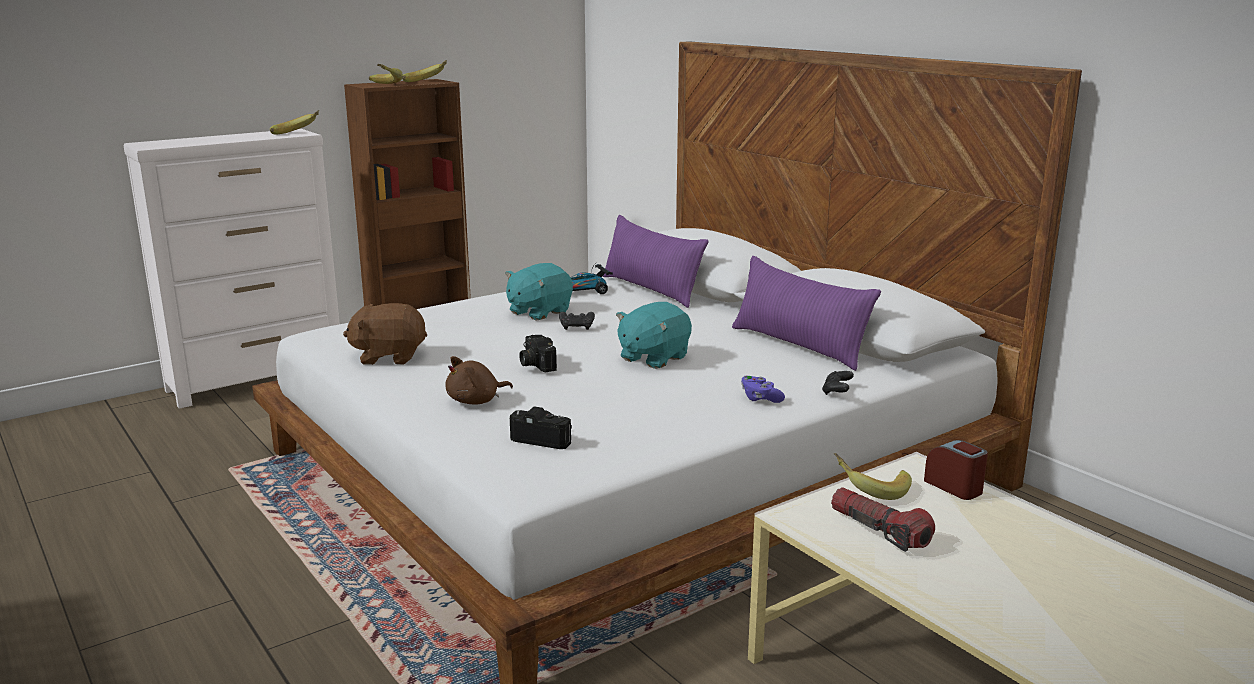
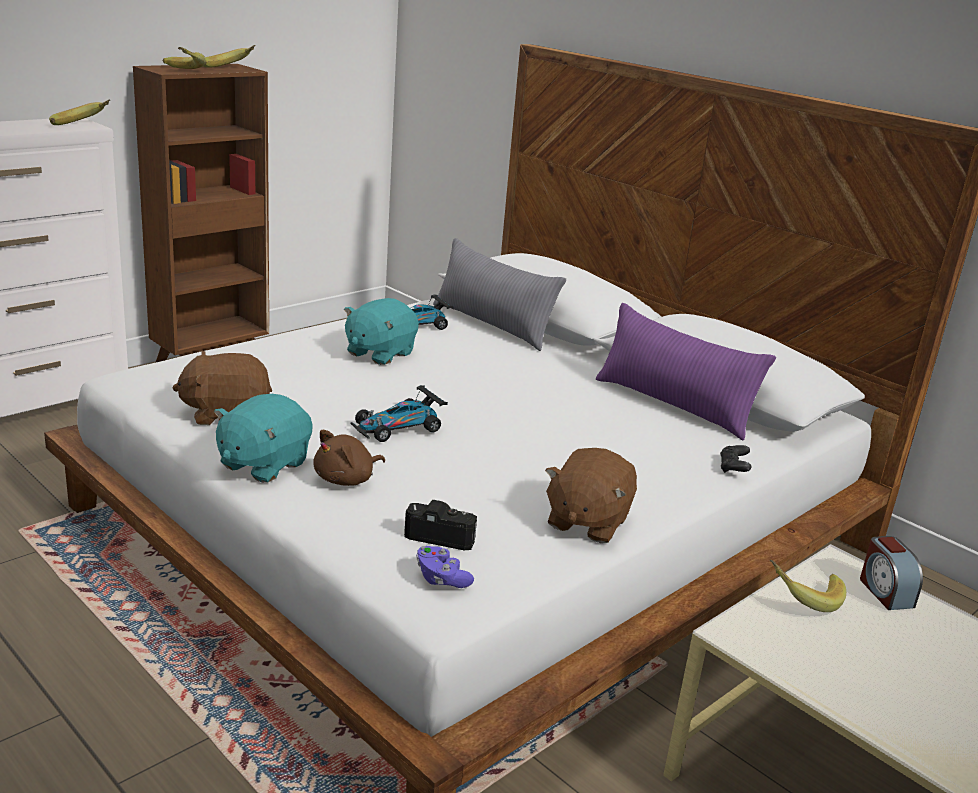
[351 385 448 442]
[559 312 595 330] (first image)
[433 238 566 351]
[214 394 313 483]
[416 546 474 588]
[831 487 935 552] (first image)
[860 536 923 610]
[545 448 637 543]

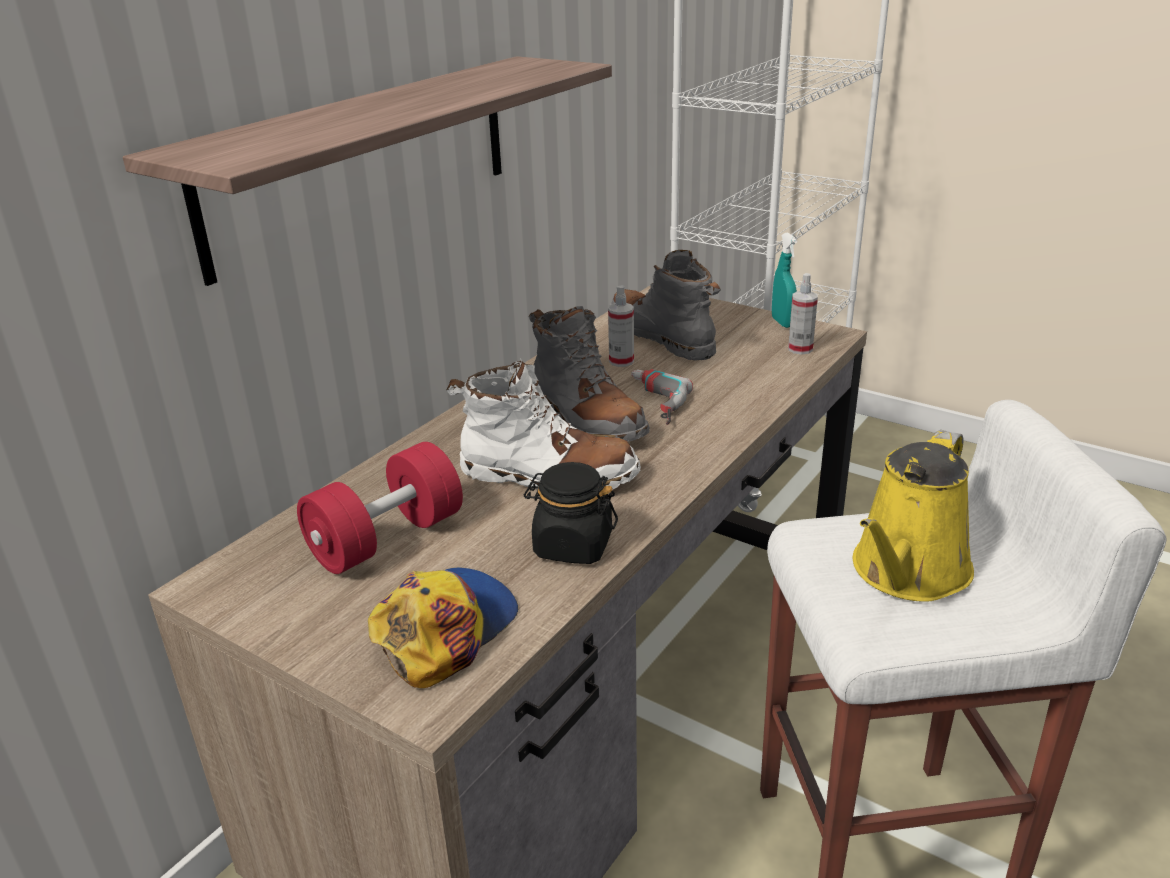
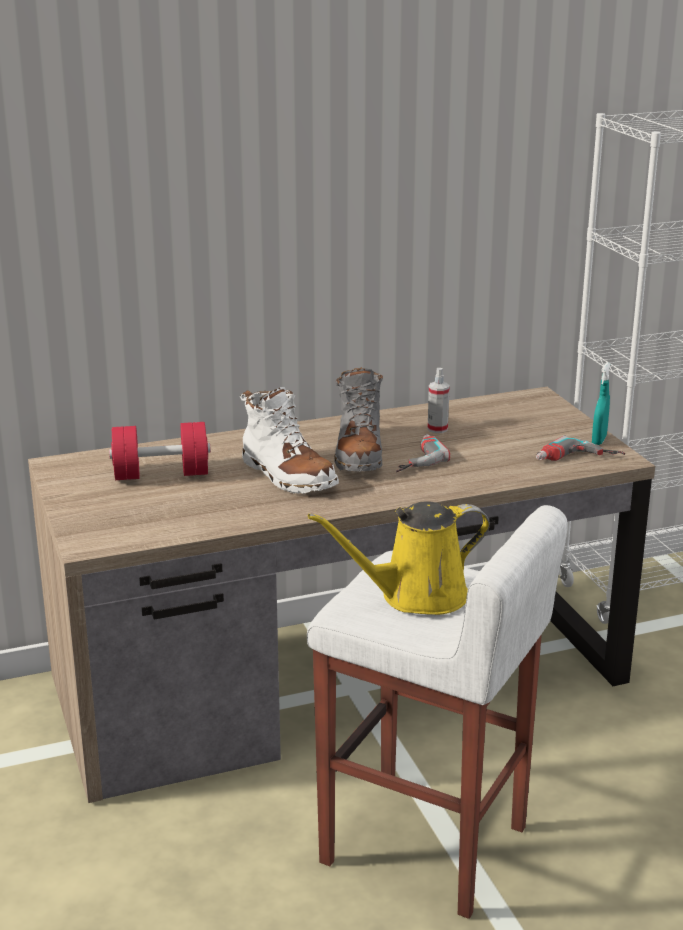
[123 56 612 286] (first image)
[368 567 518 688] (first image)
[524 462 618 564] (first image)
[609 250 721 361] (first image)
[536 435 625 461]

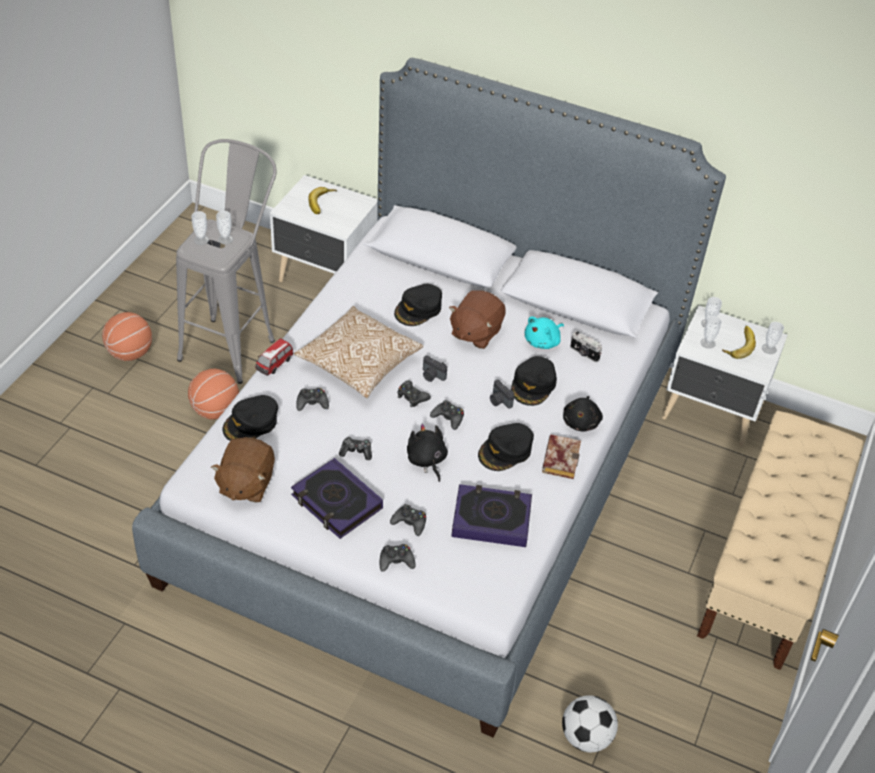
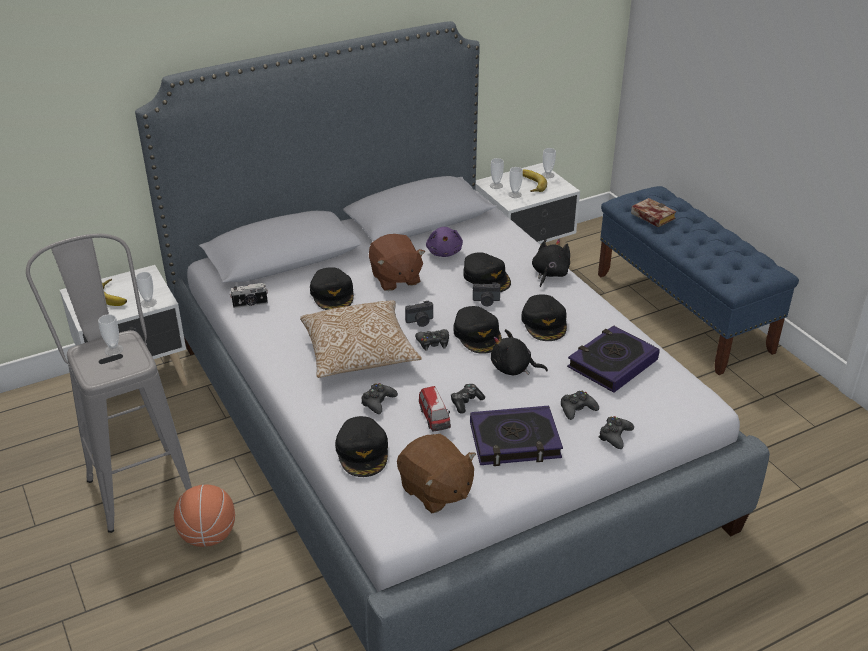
[102 312 152 361] (first image)
[136 272 157 308]
[419 386 451 432]
[454 306 502 354]
[426 227 463 257]
[631 198 676 227]
[562 695 618 752] (first image)
[532 239 570 287]
[230 283 268 308]
[598 186 799 375]

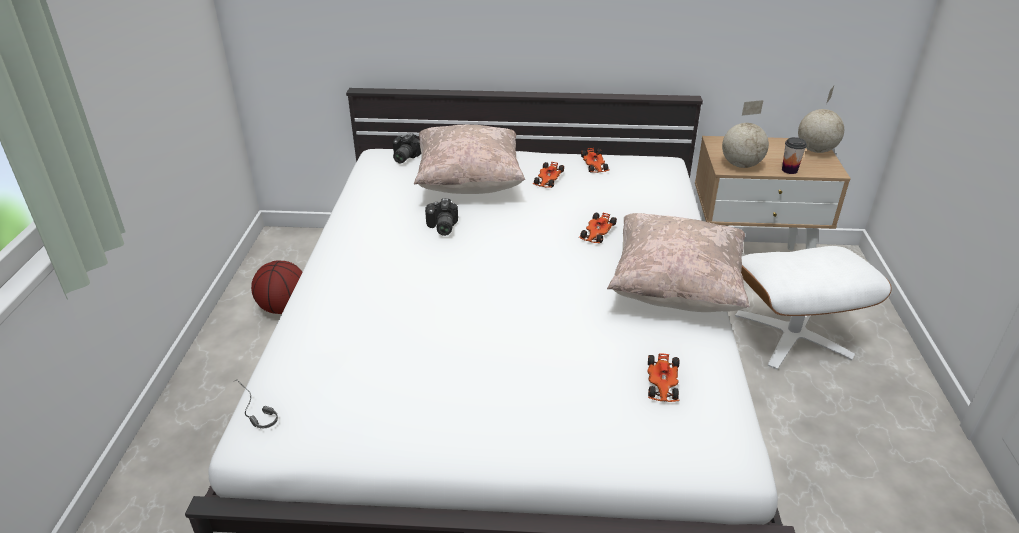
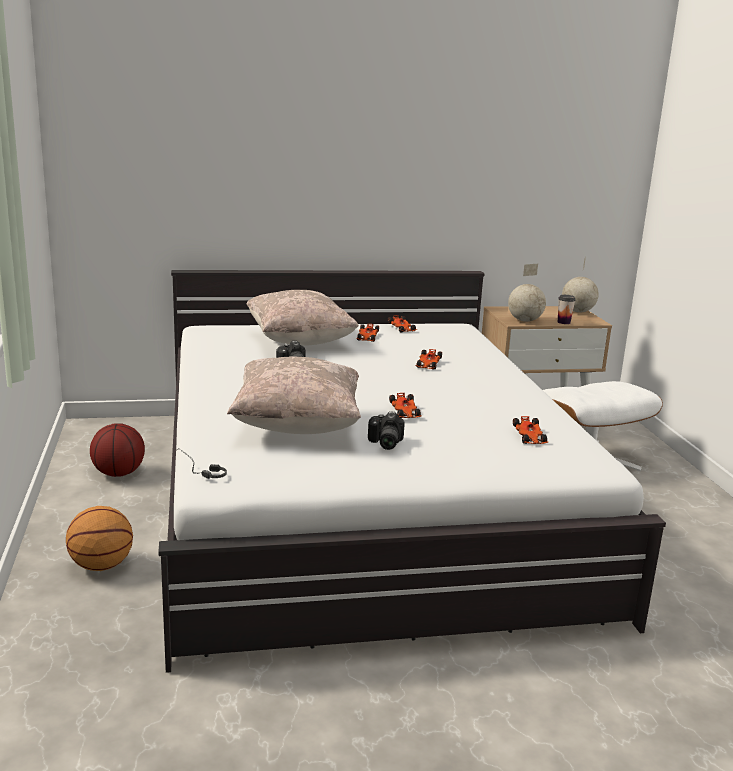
[368 411 405 450]
[227 357 361 434]
[66 506 133 571]
[389 393 422 418]

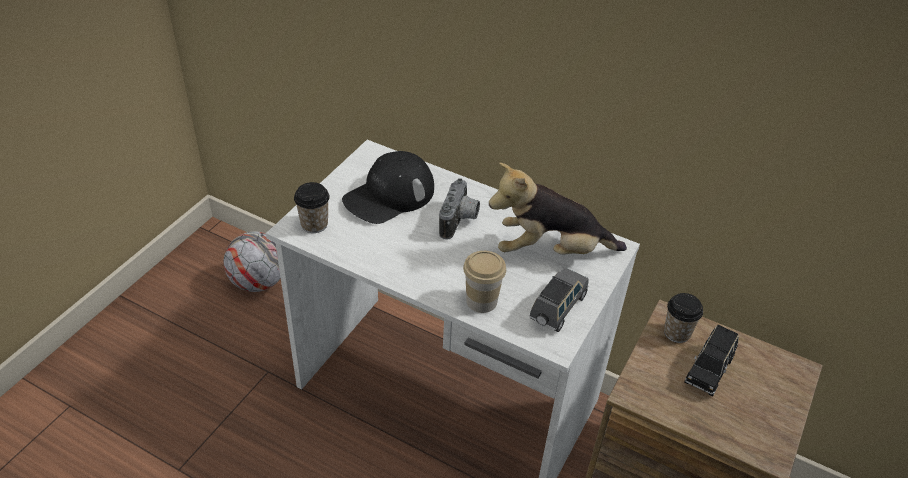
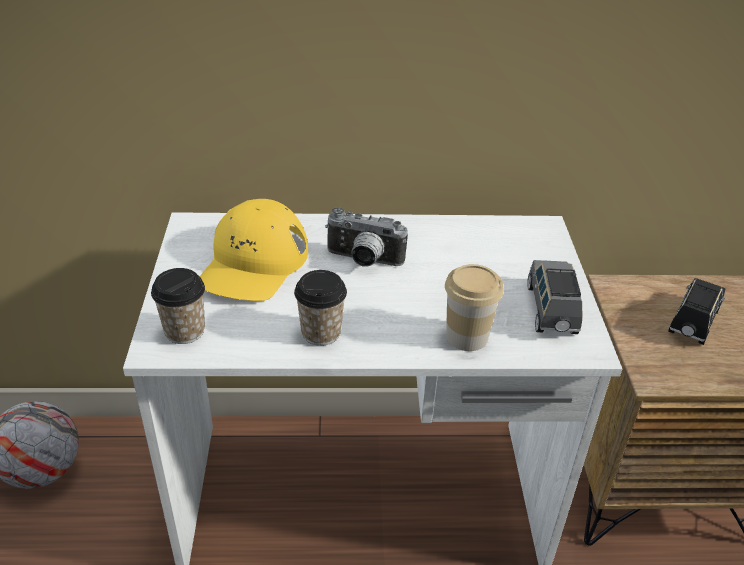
[200 199 308 301]
[325 207 408 267]
[489 163 627 255] (first image)
[294 270 347 346]
[668 278 725 345]

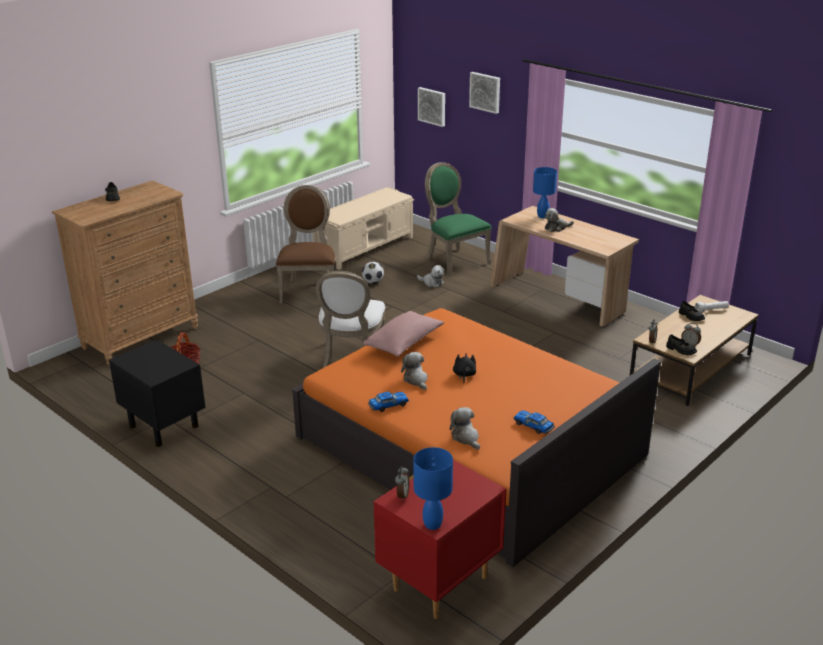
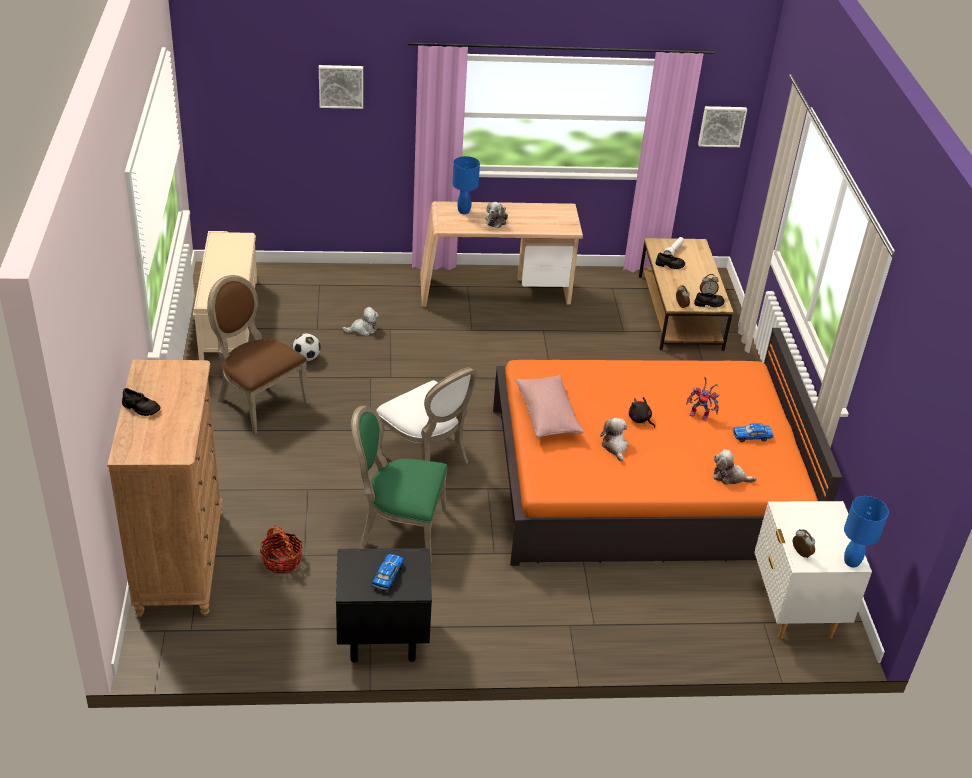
[372 554 404 591]
[754 501 872 639]
[600 418 628 462]
[698 106 747 147]
[351 405 447 564]
[686 377 719 421]

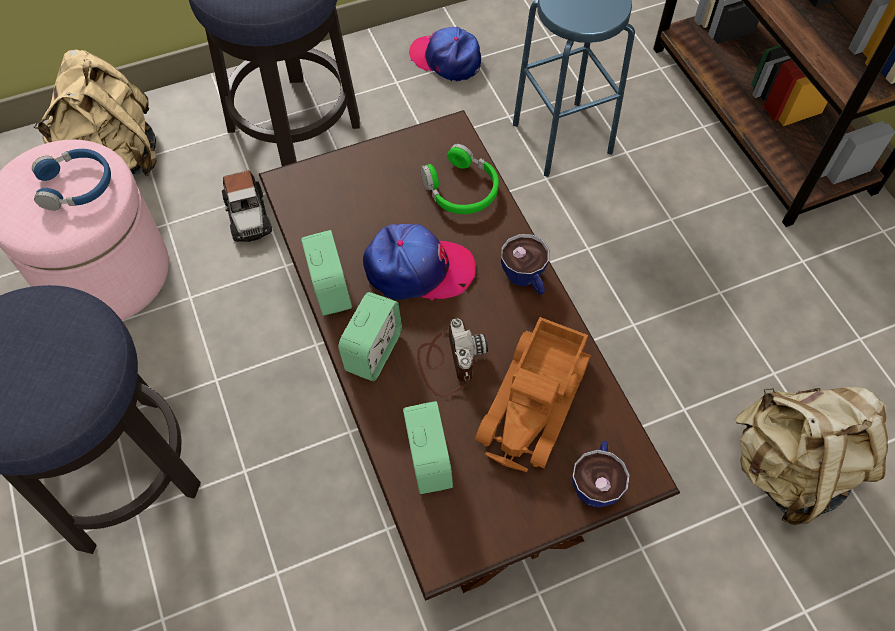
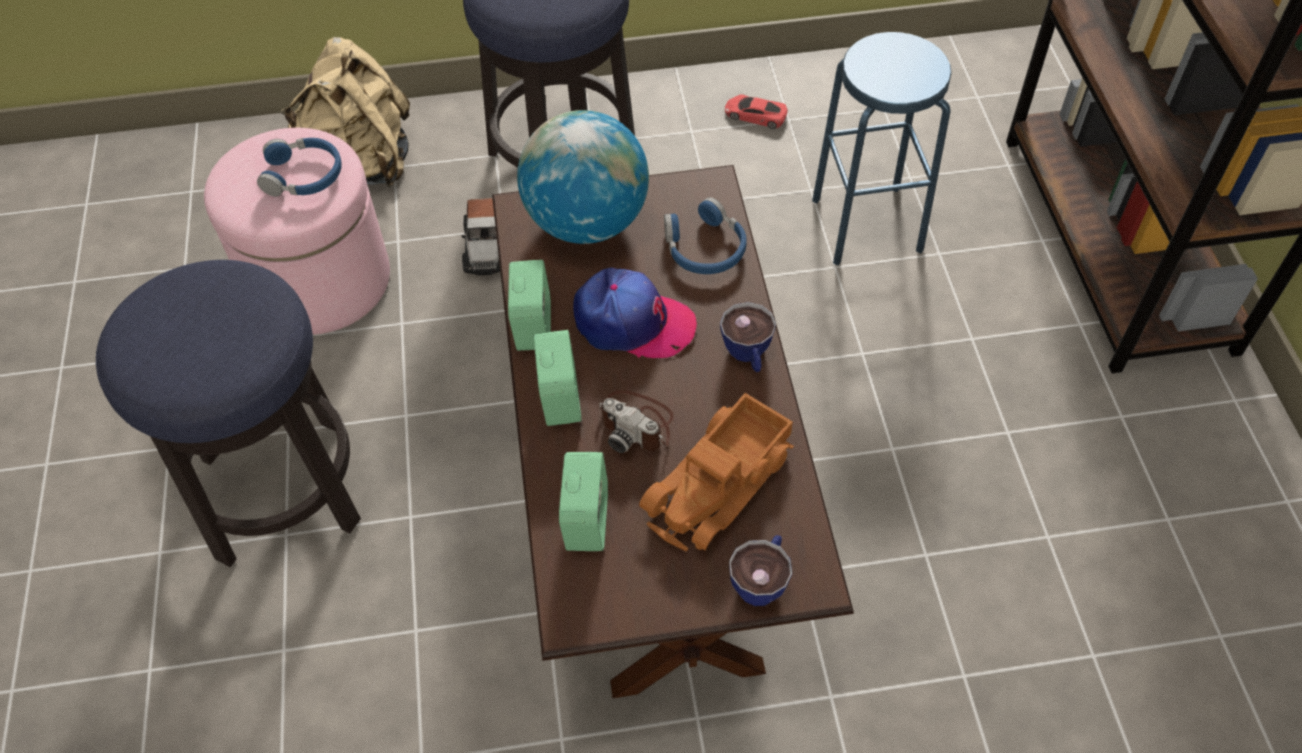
[533 330 582 426]
[725 94 787 129]
[597 390 674 453]
[664 197 747 274]
[735 387 888 525] (first image)
[517 110 649 244]

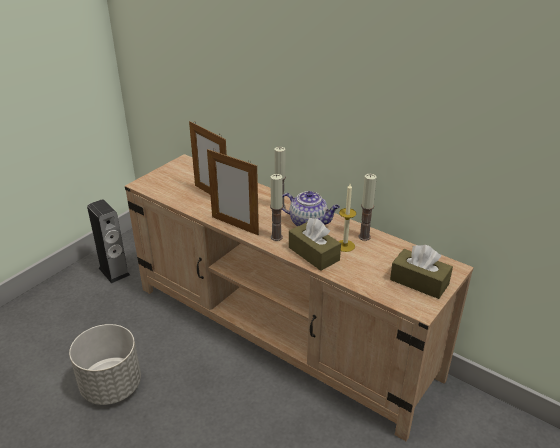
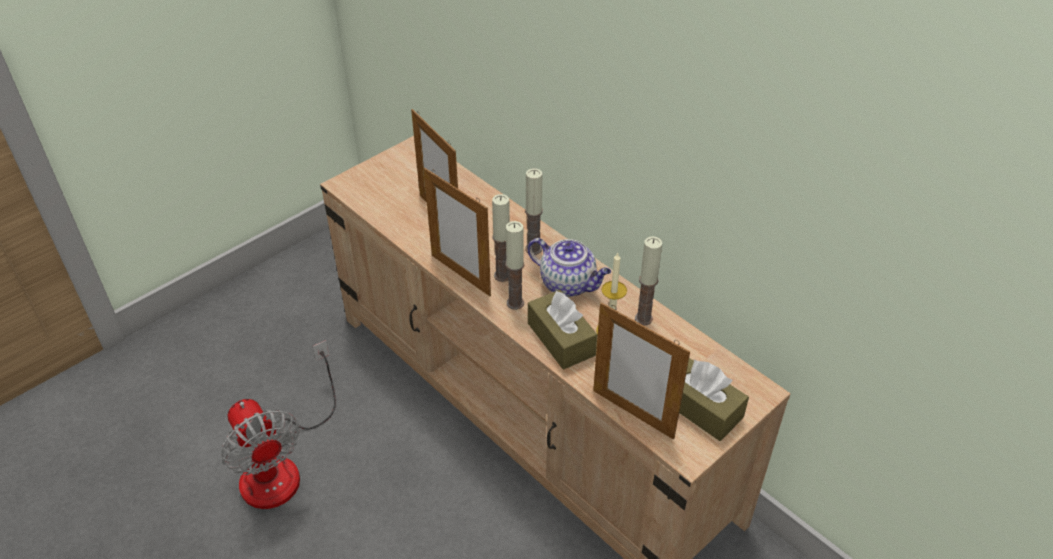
[221 340 336 509]
[87 199 130 284] (first image)
[492 194 510 282]
[593 302 690 440]

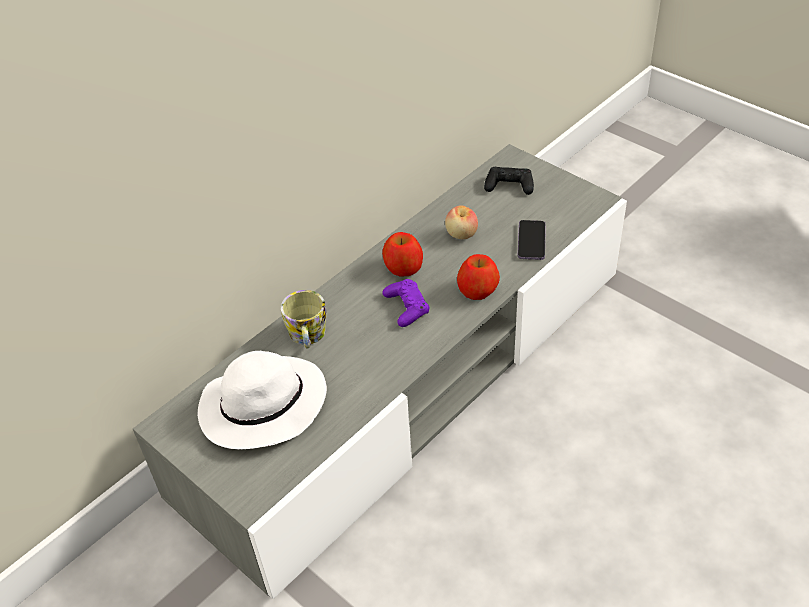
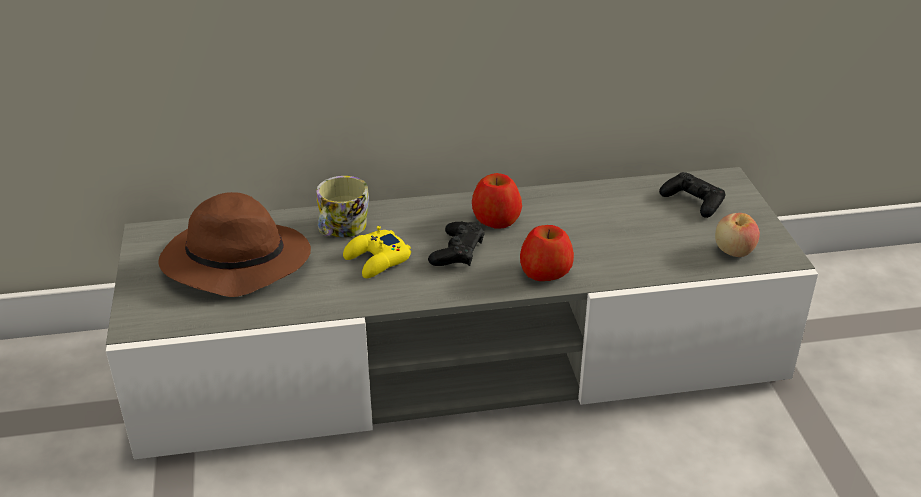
[158 192 311 297]
[428 222 484 266]
[715 213 760 257]
[518 220 545 260] (first image)
[343 226 411 278]

